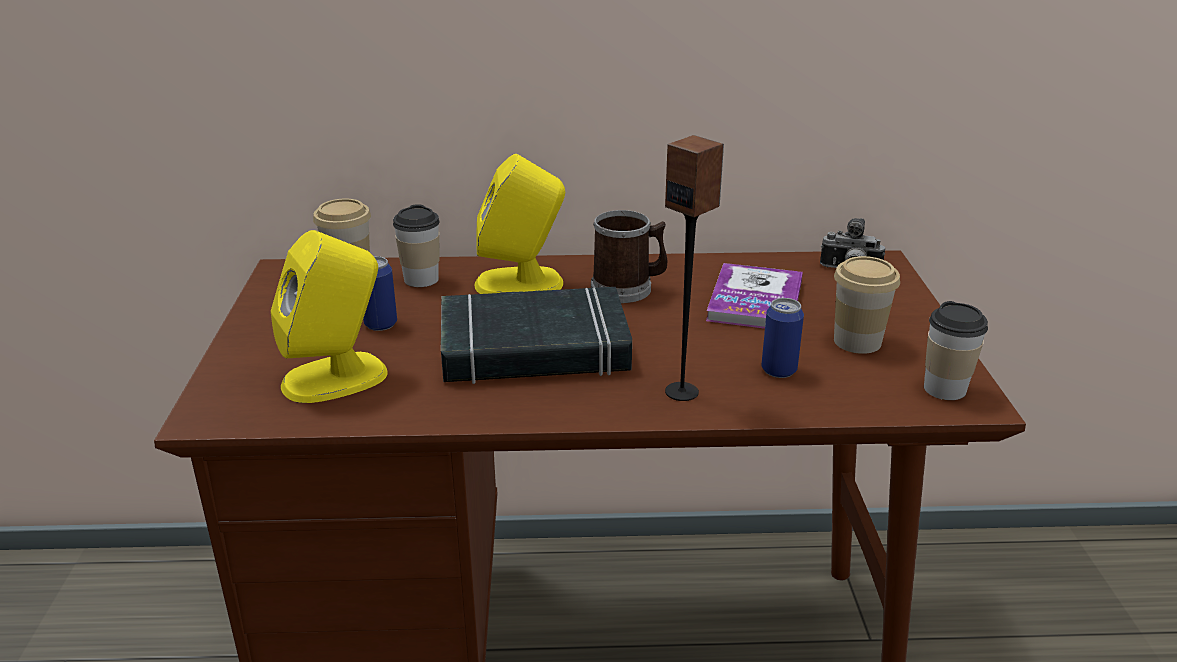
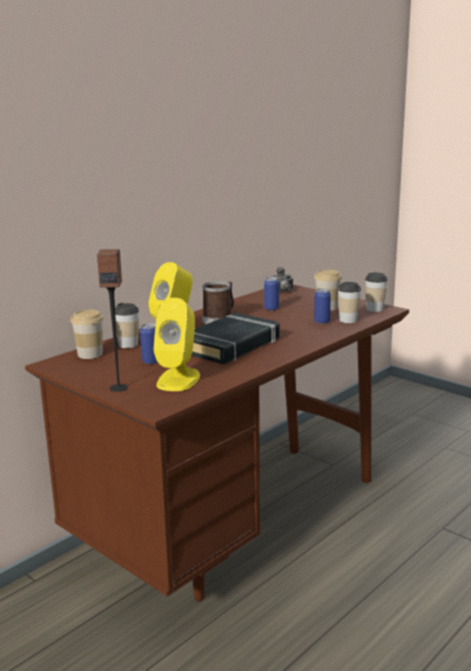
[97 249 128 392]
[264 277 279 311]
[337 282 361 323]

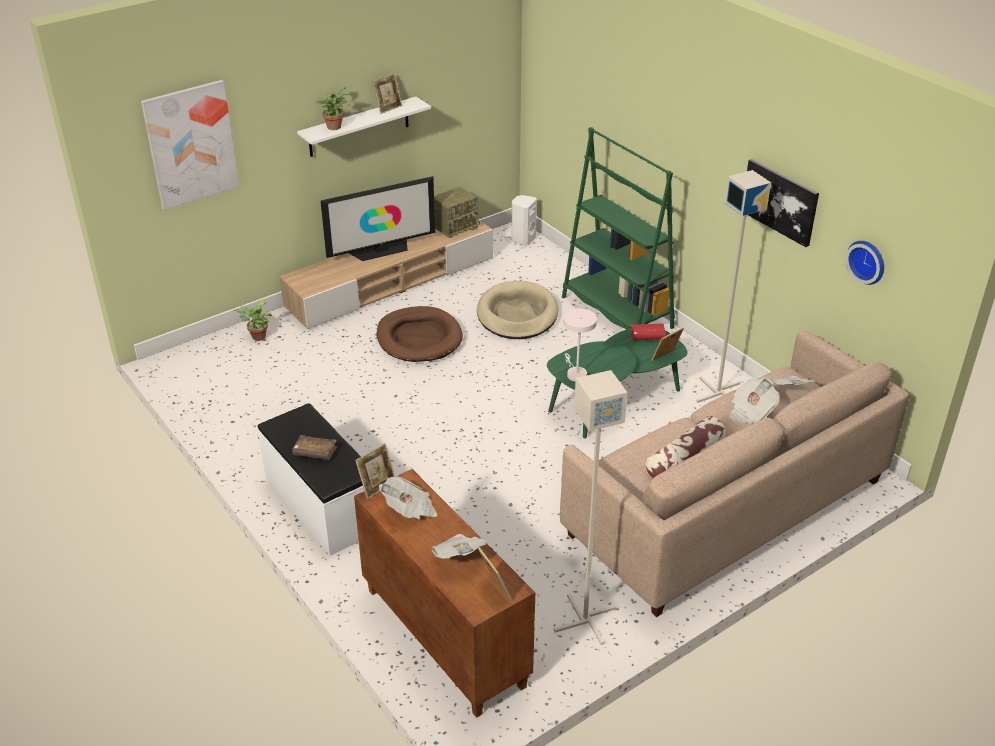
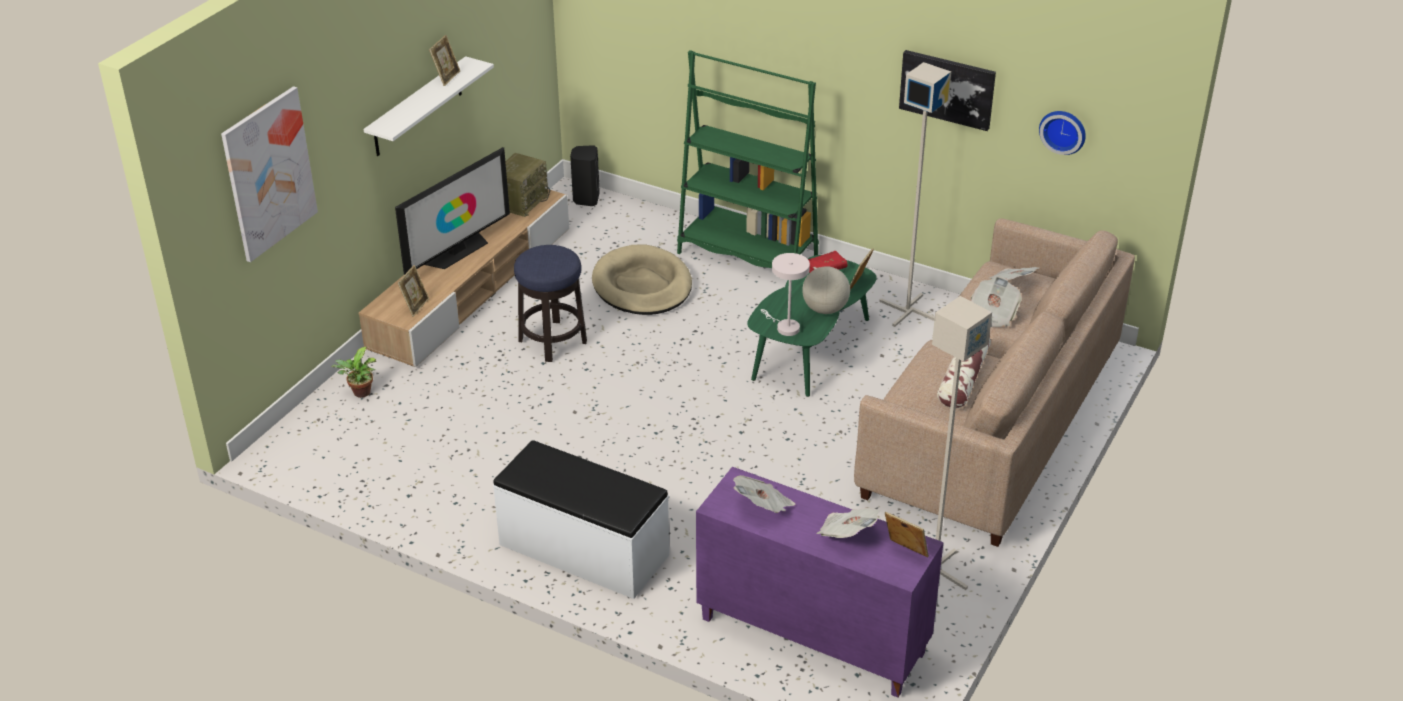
[293 435 337 460] (first image)
[316 86 349 130] (first image)
[696 467 943 698]
[398 265 429 317]
[514 245 587 362]
[570 145 600 206]
[802 266 850 314]

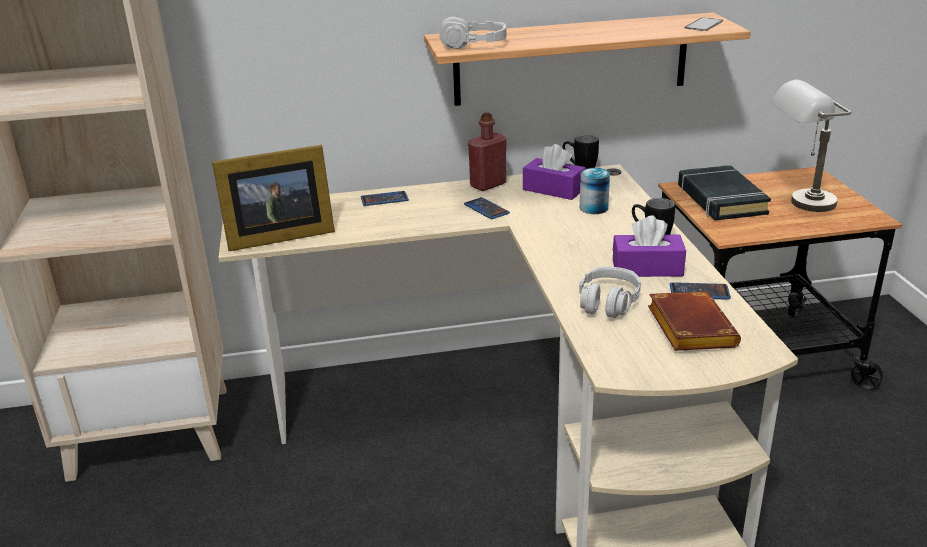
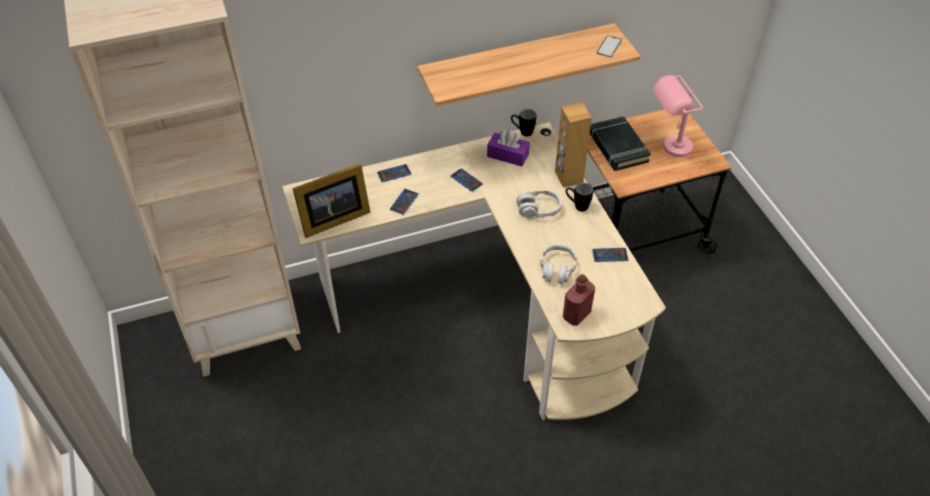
[516 190 562 219]
[563 274 595 326]
[580 168 610 214] (first image)
[613 215 686 277] (first image)
[648 291 741 351] (first image)
[653 75 703 157]
[390 189 418 215]
[555 102 592 187]

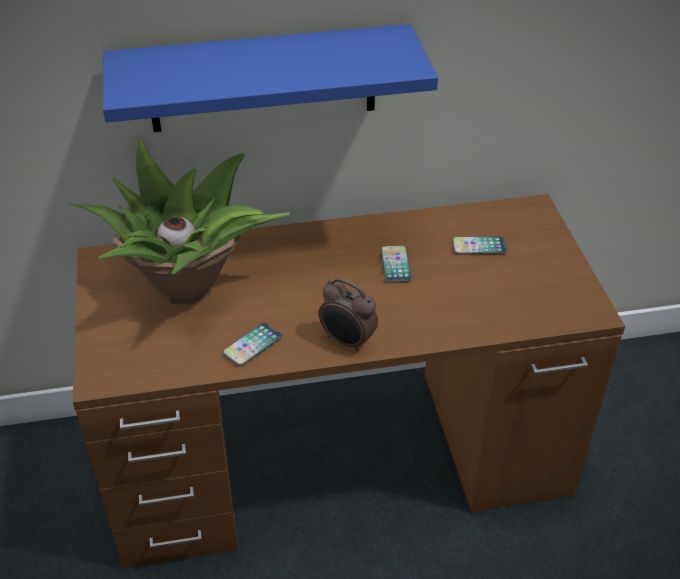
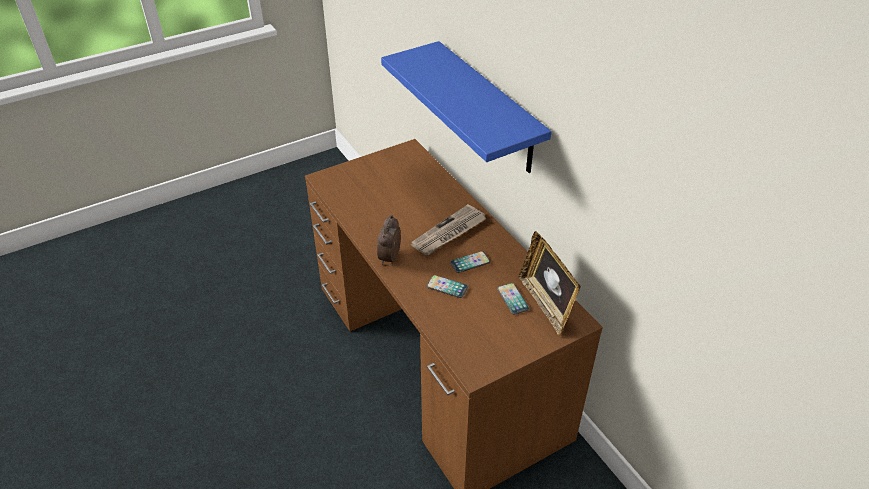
[69 140 290 305] (first image)
[427 275 468 298]
[410 204 487 255]
[519 231 581 335]

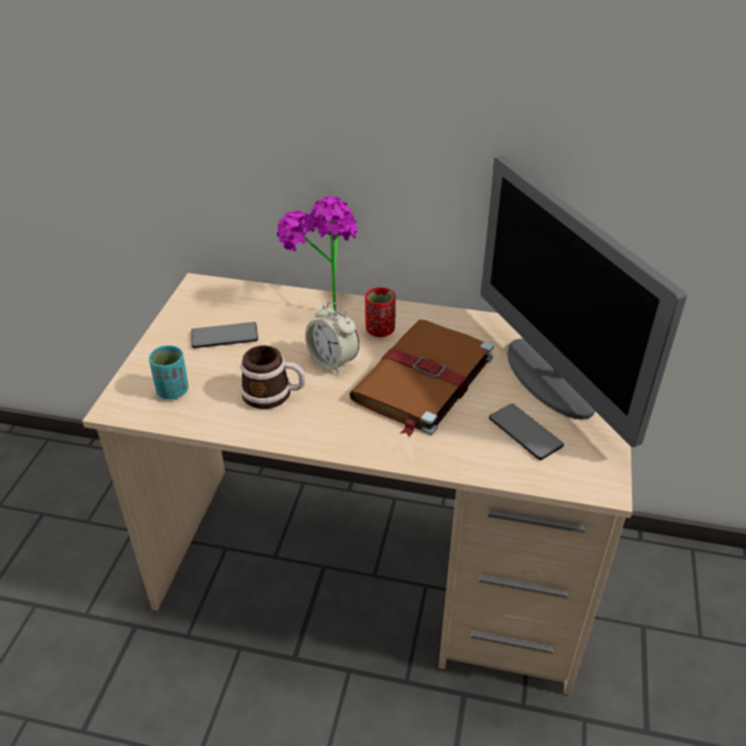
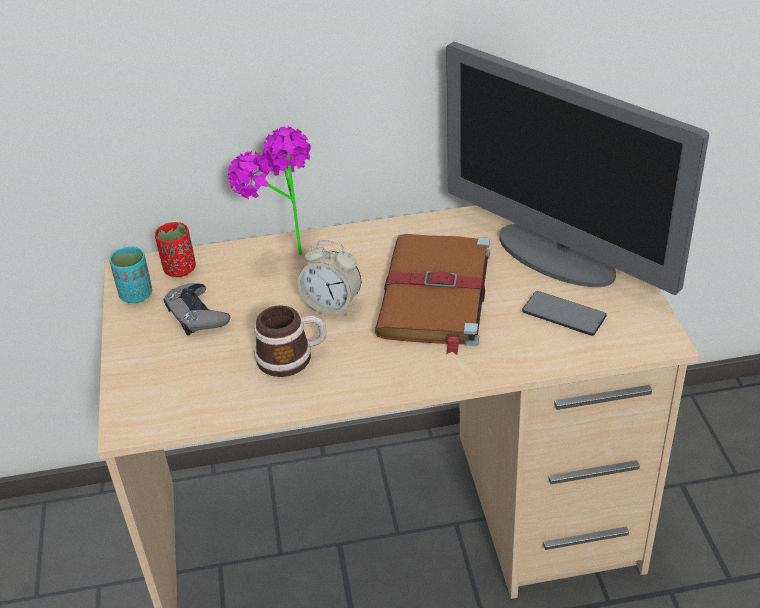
[110 247 152 303]
[164 283 230 336]
[155 222 196 277]

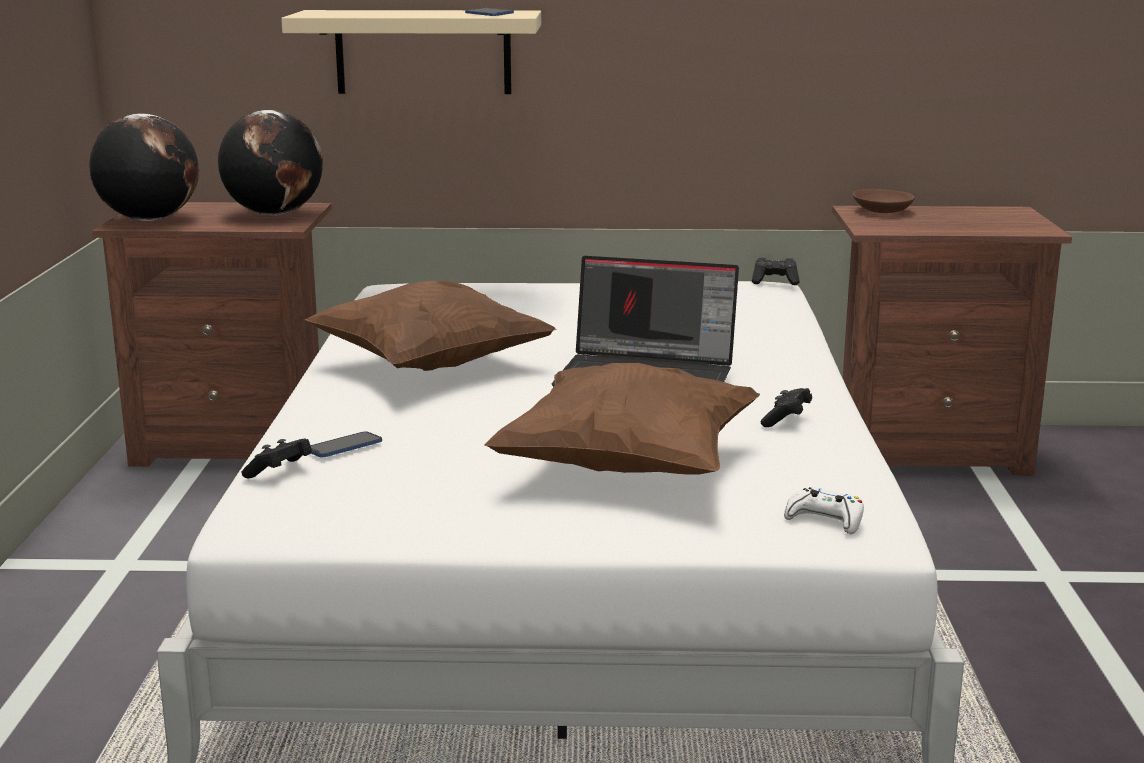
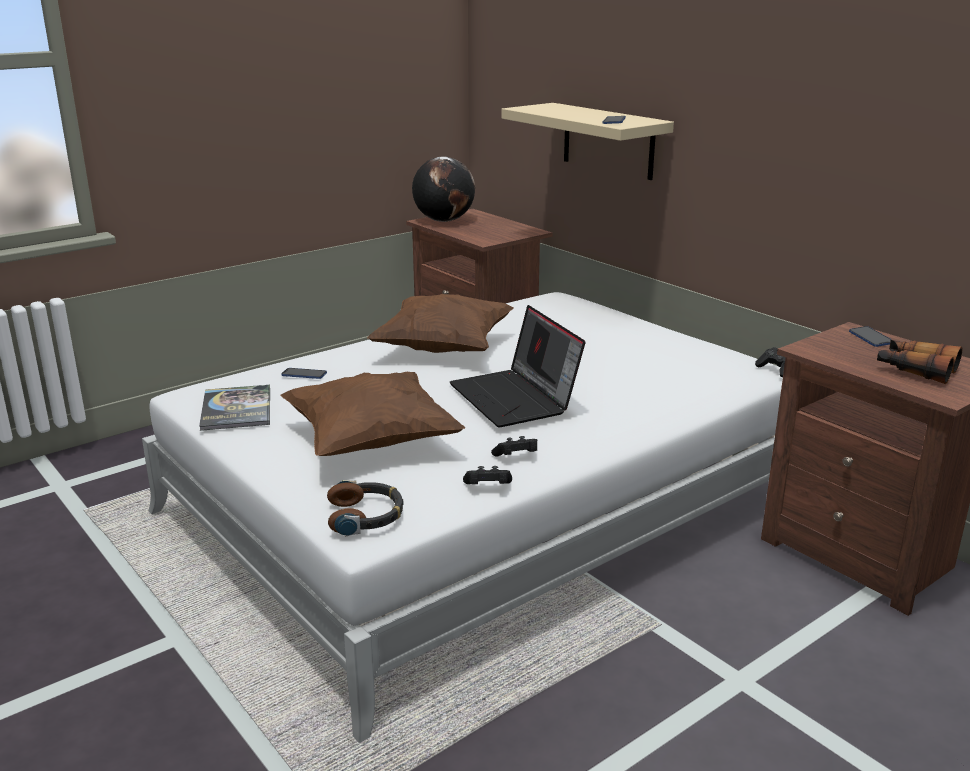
[218 110 323 215] (first image)
[463 466 512 484]
[327 480 404 536]
[849 326 892 347]
[199 385 270 431]
[877 340 962 384]

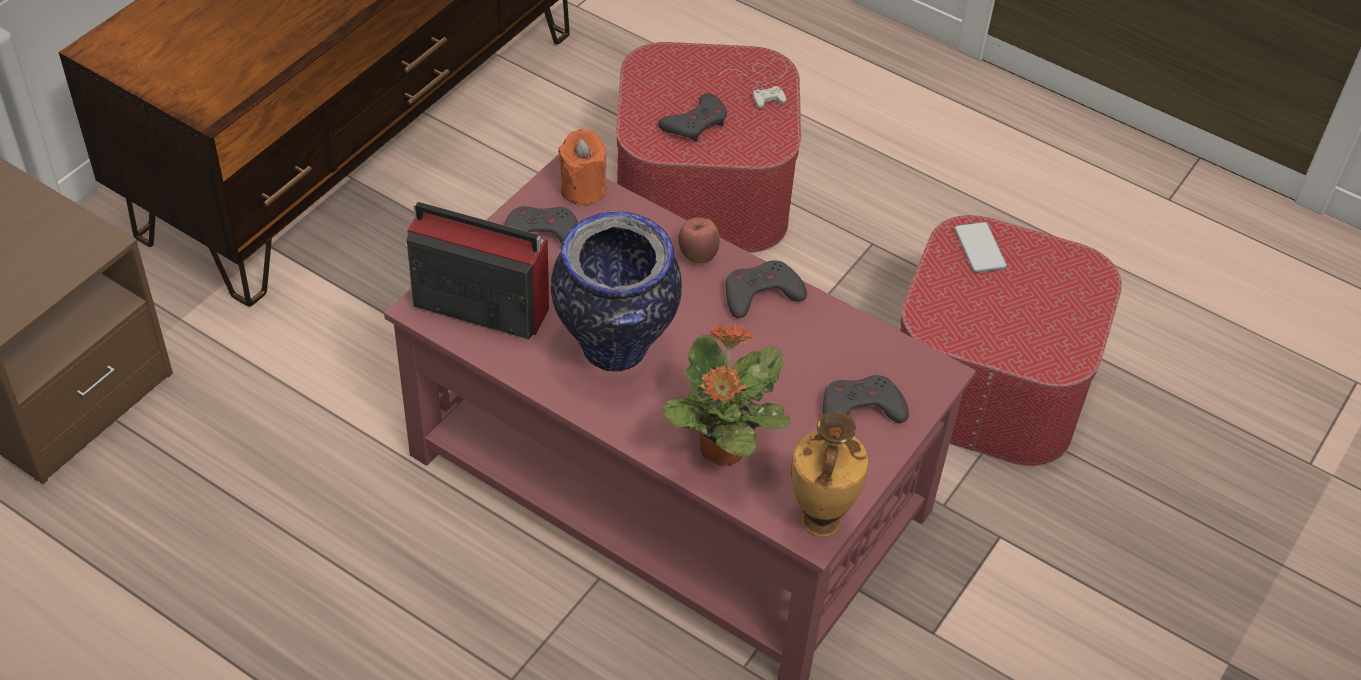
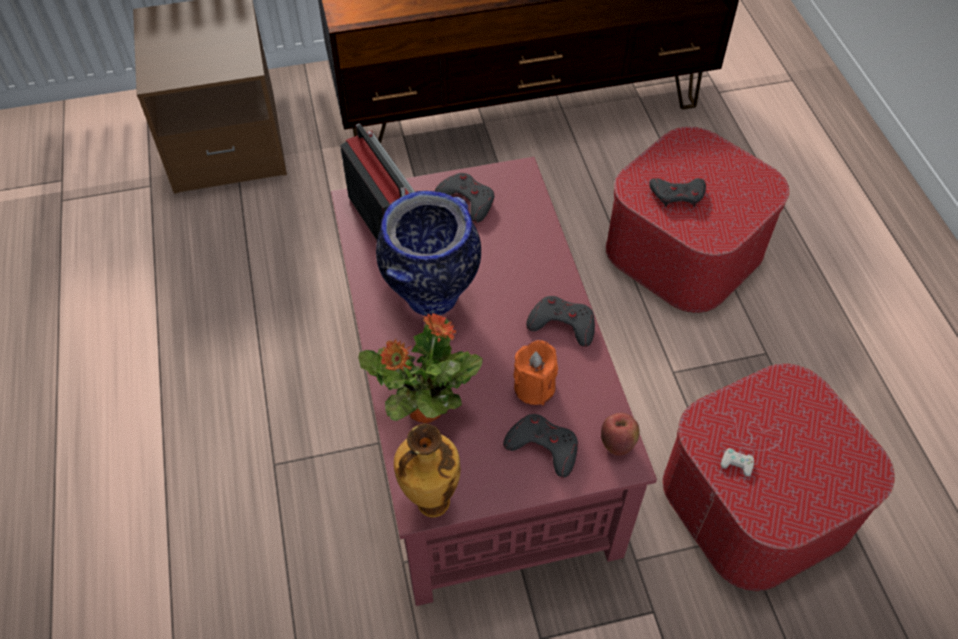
[514 340 558 405]
[601 413 640 455]
[715 413 782 477]
[954 222 1007 273] (first image)

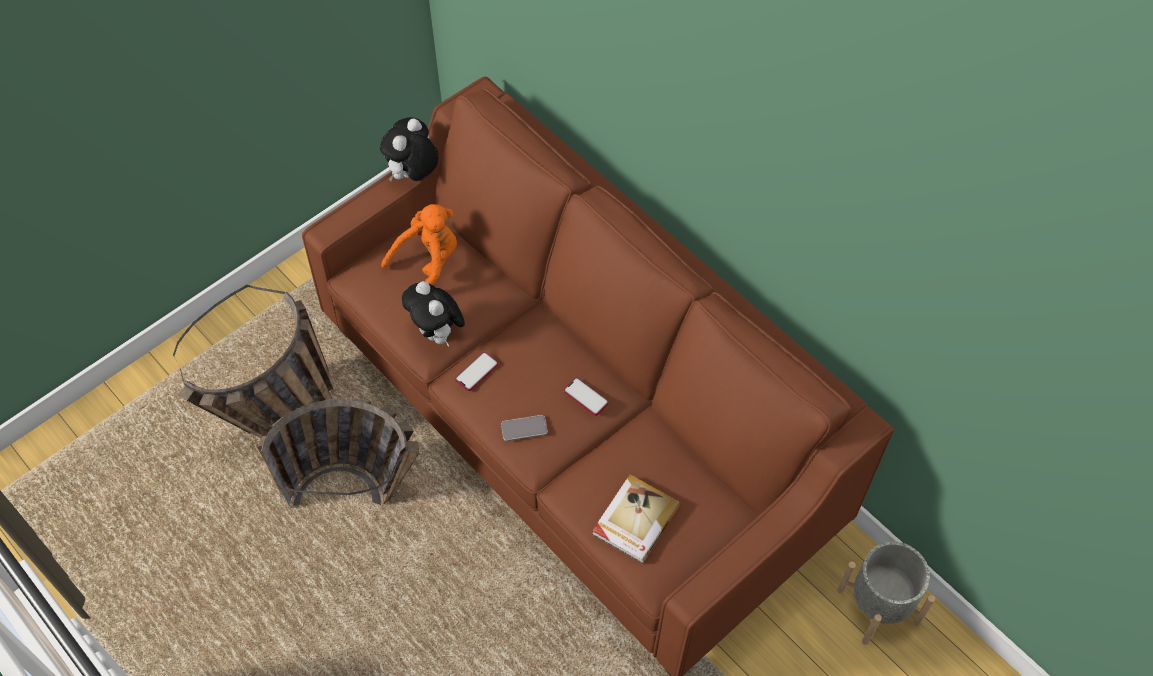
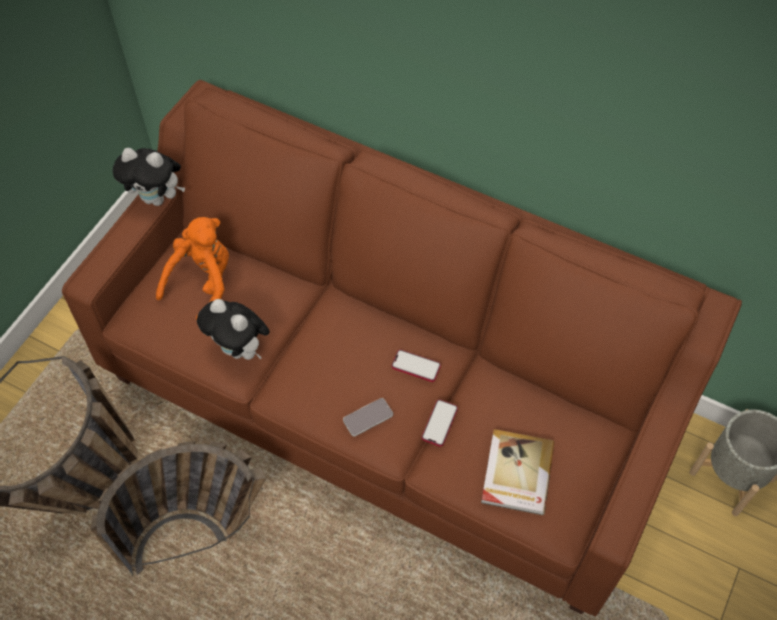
[113 148 185 206]
[422 399 458 447]

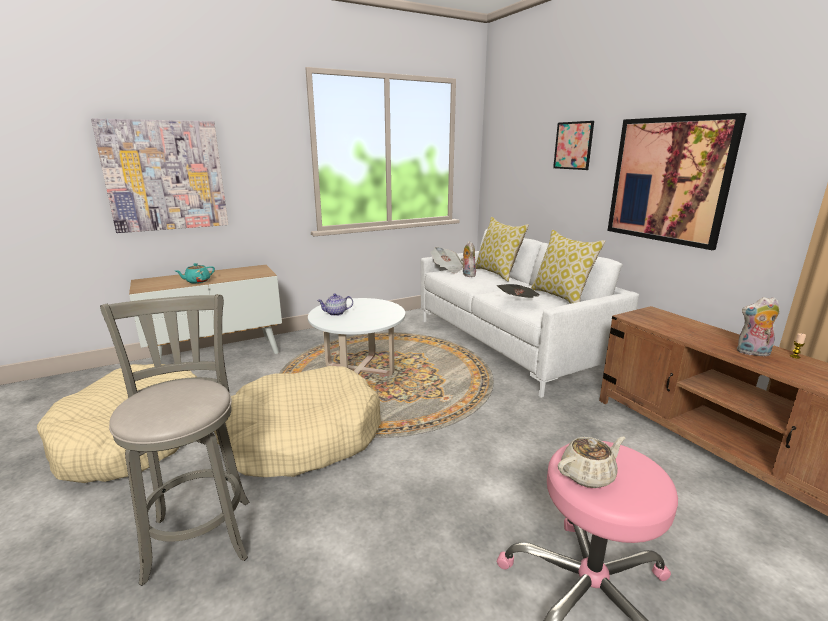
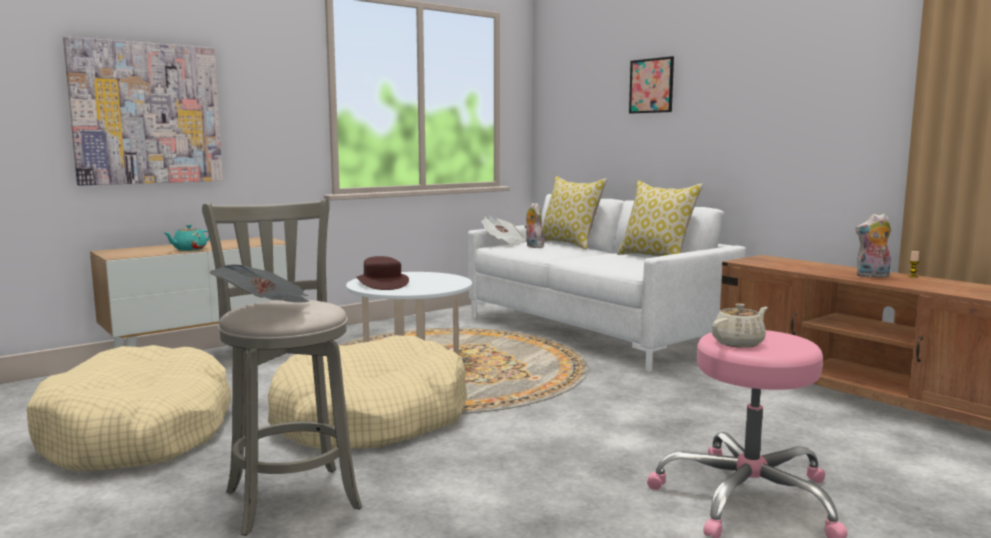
[356 256 409 290]
[210 265 309 303]
[608 113 747 250] (first image)

